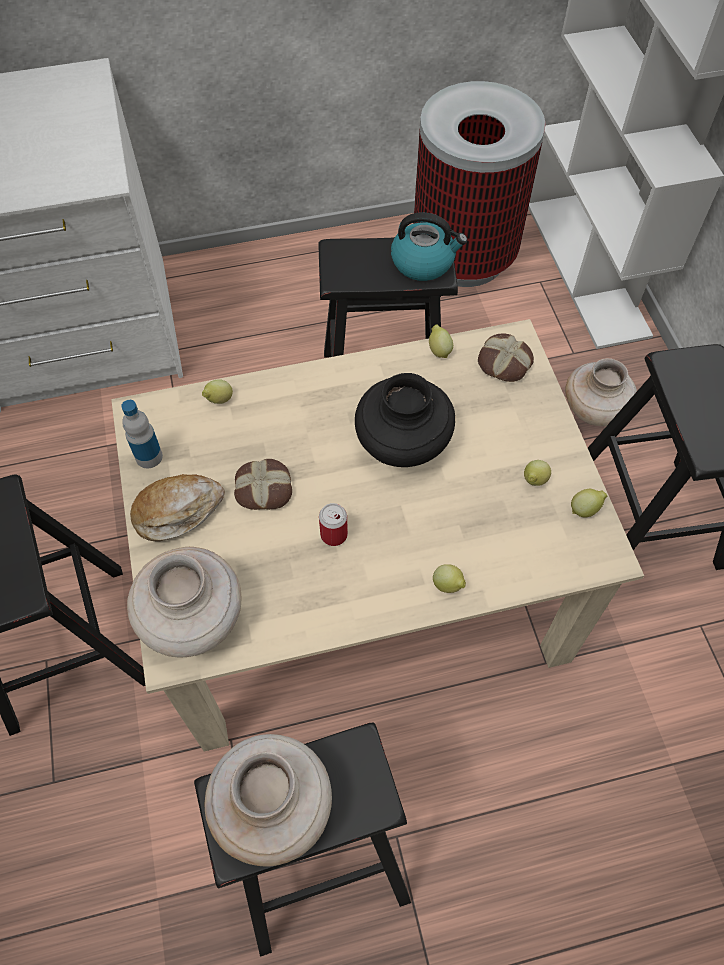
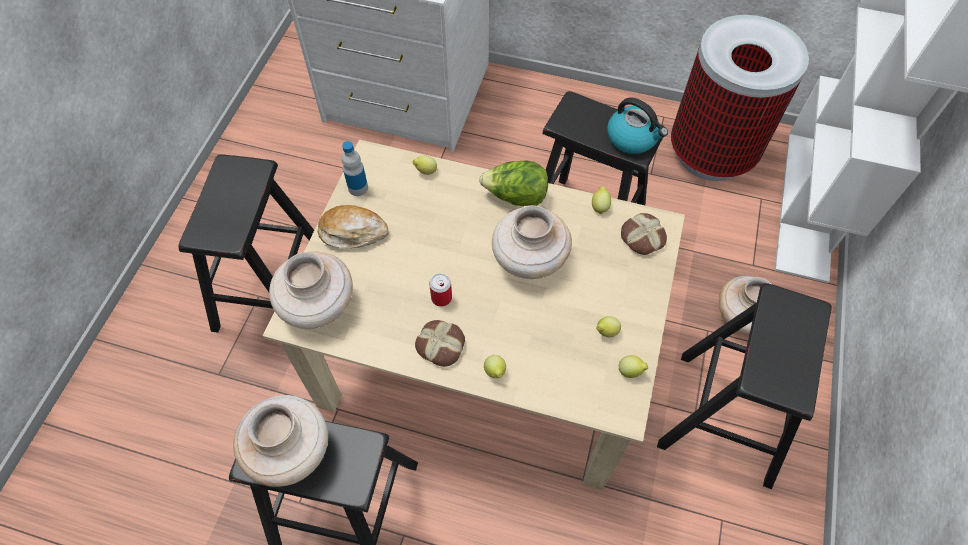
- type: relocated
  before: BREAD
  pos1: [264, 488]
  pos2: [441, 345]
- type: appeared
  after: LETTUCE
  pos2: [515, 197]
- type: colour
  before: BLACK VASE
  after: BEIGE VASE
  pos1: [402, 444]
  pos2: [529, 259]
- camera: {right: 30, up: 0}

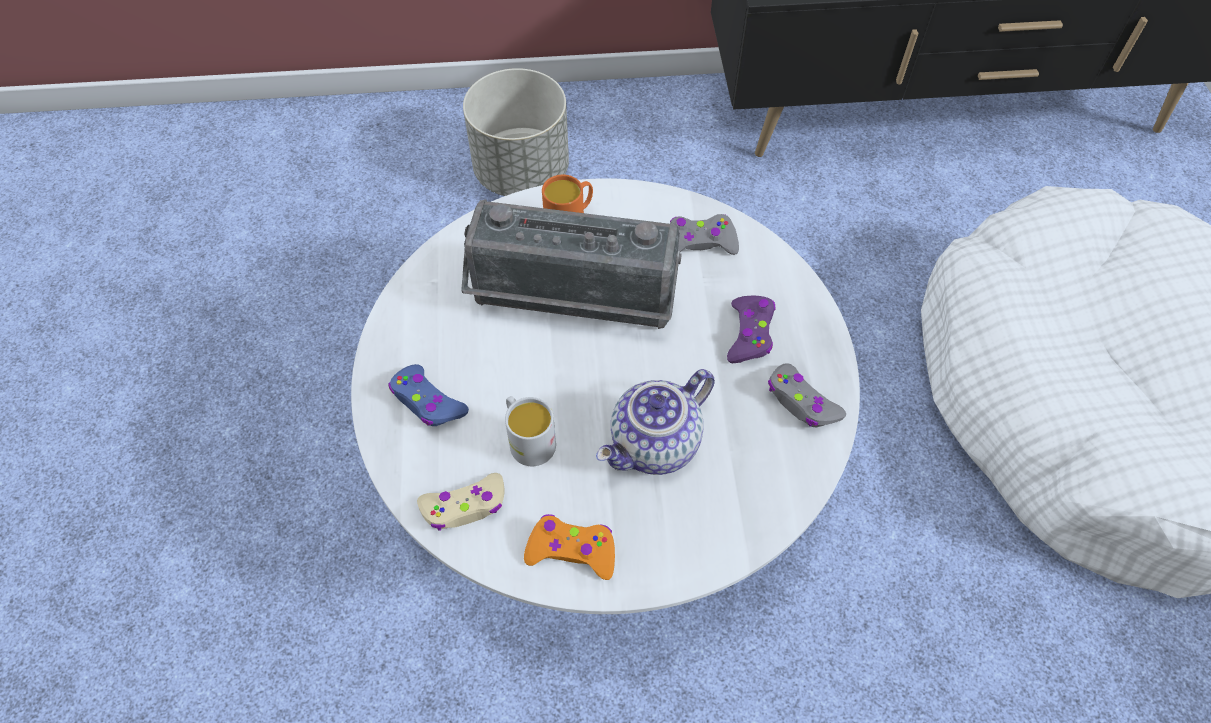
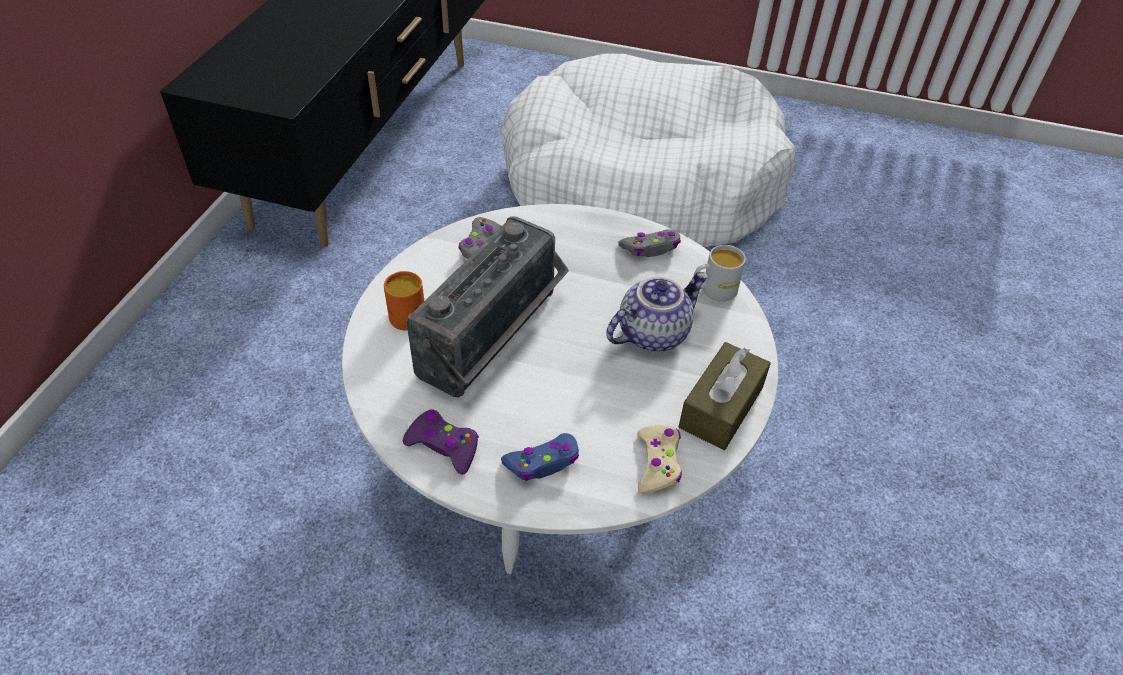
- type: relocated
  before: PURPLE GAME CONTROLLER
  pos1: [750, 334]
  pos2: [443, 446]
- type: spun
  before: TEAPOT
  pos1: [655, 446]
  pos2: [652, 332]
  turn: -105
- type: exchanged
  before: ORANGE GAME CONTROLLER
  after: BROWN TISSUE BOX
  pos1: [572, 551]
  pos2: [721, 407]
- type: relocated
  before: WHITE MUG
  pos1: [528, 440]
  pos2: [713, 291]
- type: missing
  before: GREY PLANTER
  pos1: [522, 172]
- camera: {right: -70, up: -10}

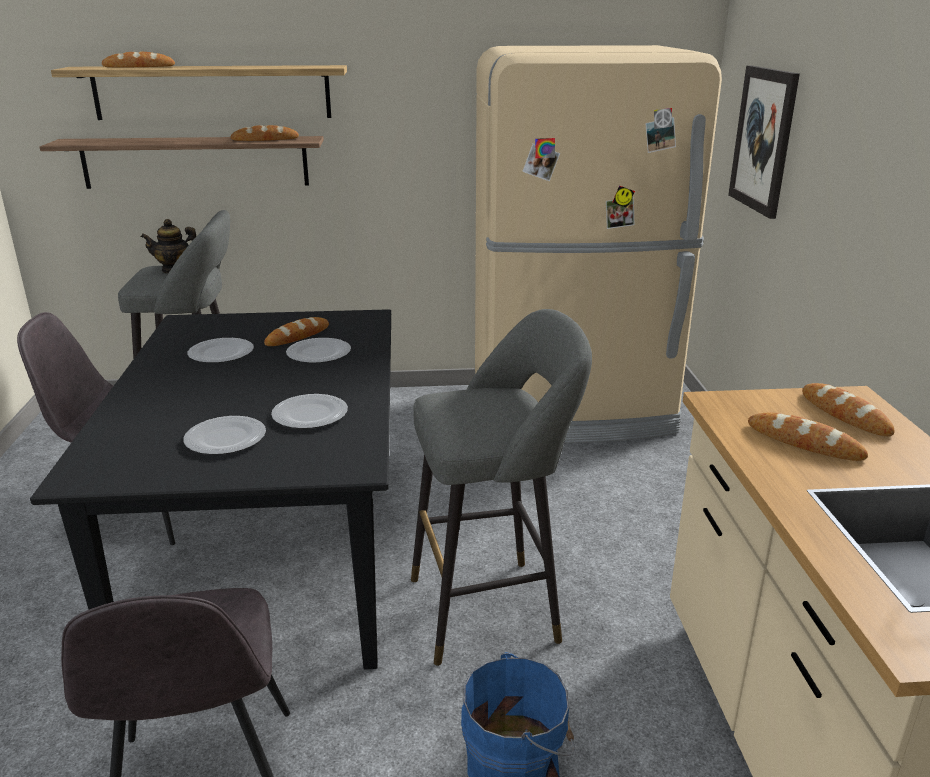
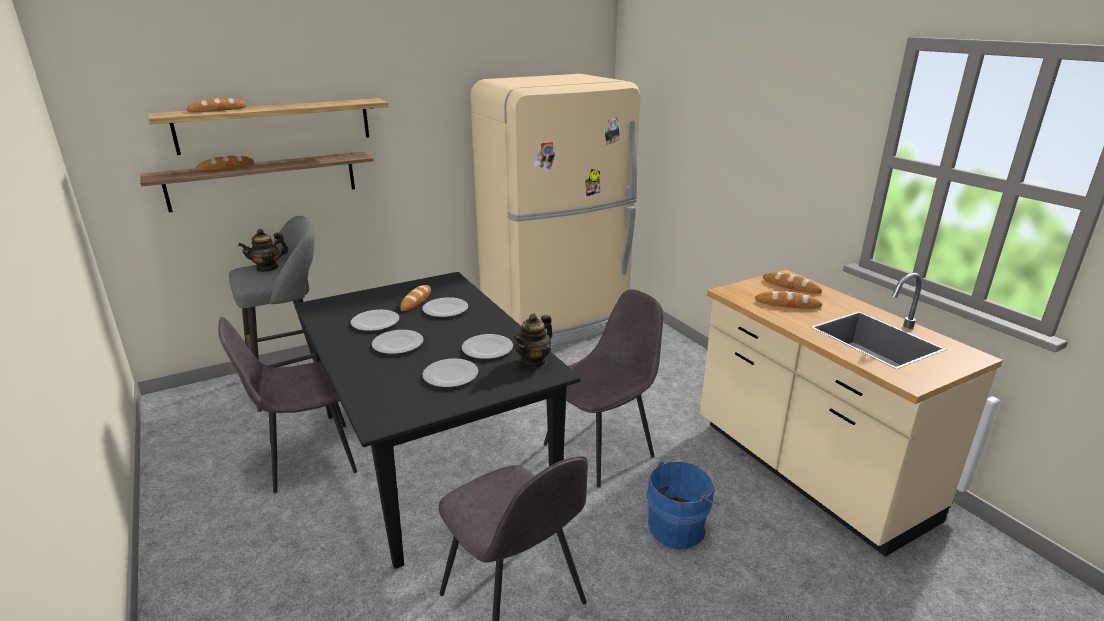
- type: relocated
  before: BREAD
  pos1: [265, 139]
  pos2: [226, 167]
- type: appeared
  after: PLATE
  pos2: [397, 344]
- type: appeared
  after: TEAPOT
  pos2: [534, 361]
- type: exchanged
  before: GREY STOOL
  after: GREY CHAIR
  pos1: [493, 608]
  pos2: [600, 449]
- type: missing
  before: PICTURE
  pos1: [763, 140]
- camera: {right: -25, up: 0}

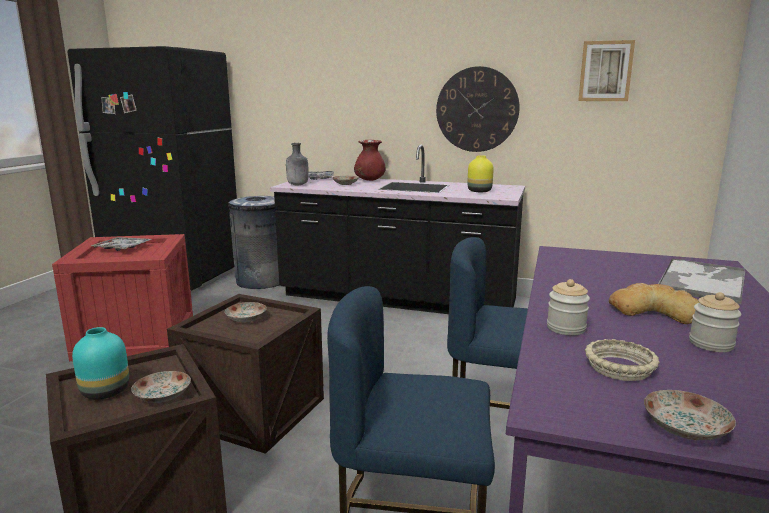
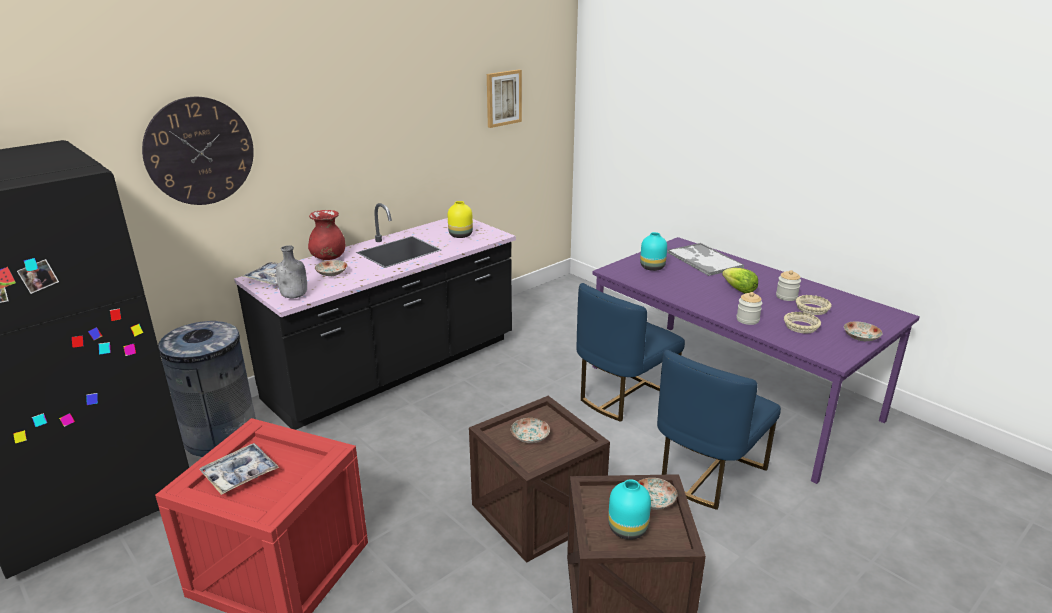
- type: relocated
  before: WALL CLOCK
  pos1: [477, 109]
  pos2: [199, 151]
- type: appeared
  after: TURQUOISE VASE
  pos2: [651, 267]
- type: exchanged
  before: BREAD
  after: LETTUCE
  pos1: [654, 311]
  pos2: [739, 290]
- type: appeared
  after: BEIGE BOWL
  pos2: [812, 309]
- camera: {right: -60, up: 10}

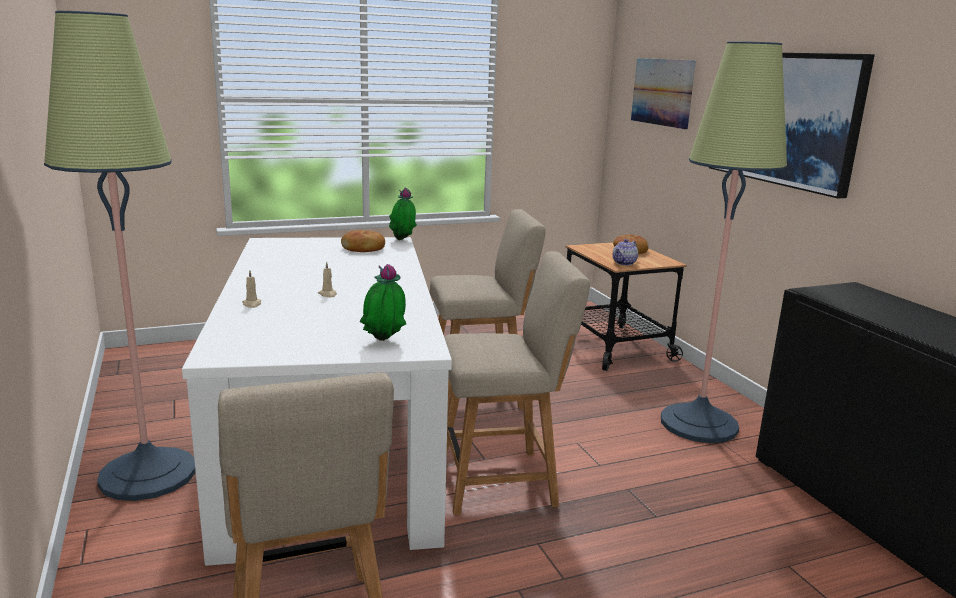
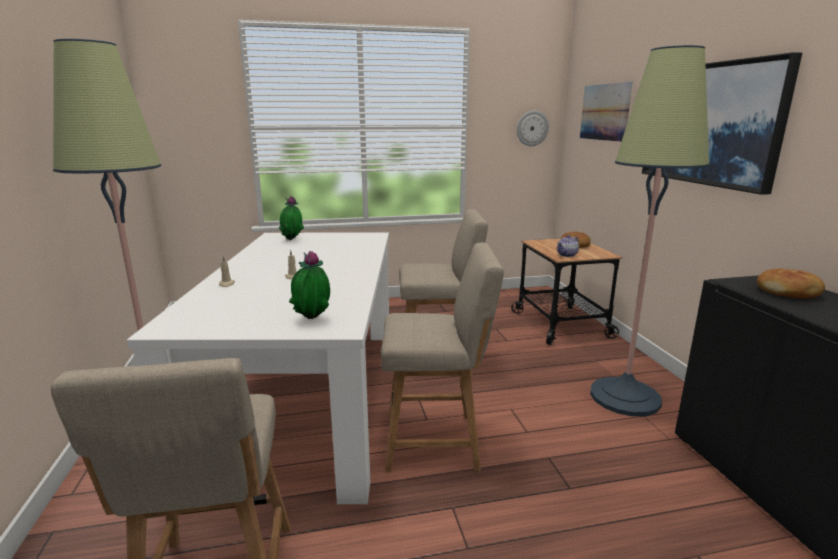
- type: relocated
  before: POTTED PLANT
  pos1: [403, 240]
  pos2: [292, 240]
- type: appeared
  after: WALL CLOCK
  pos2: [532, 128]
- type: relocated
  before: BREAD
  pos1: [363, 249]
  pos2: [789, 292]
- camera: {right: 10, up: 0}

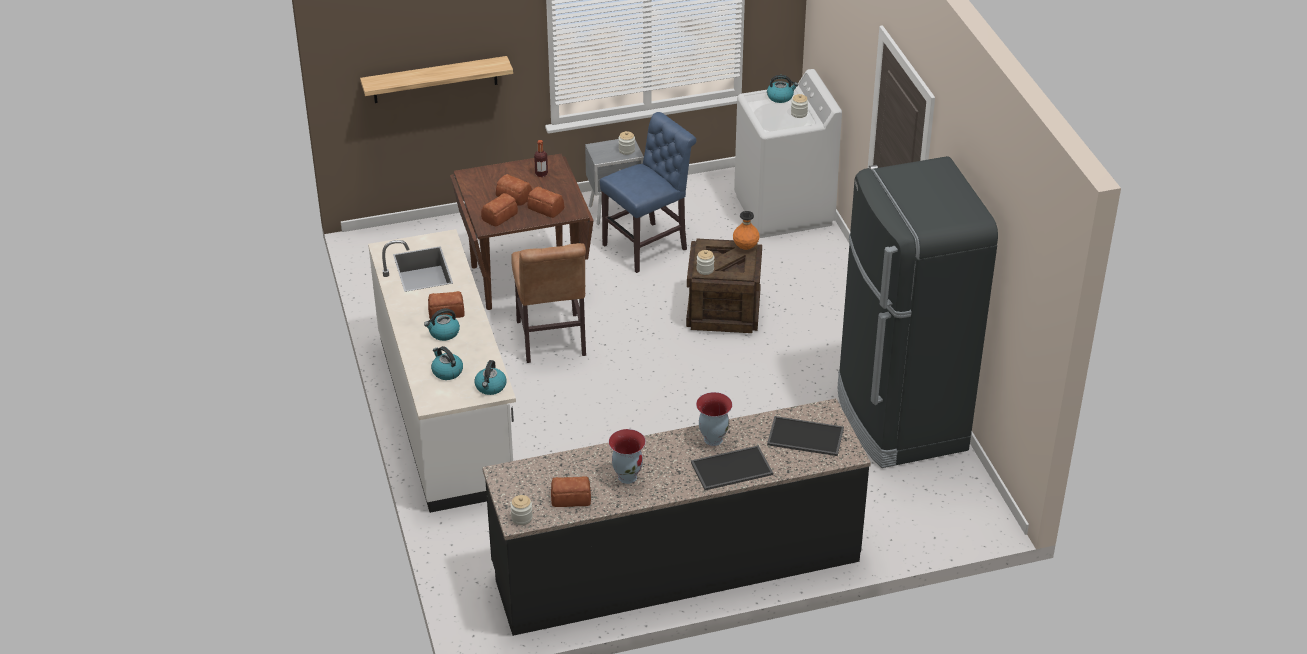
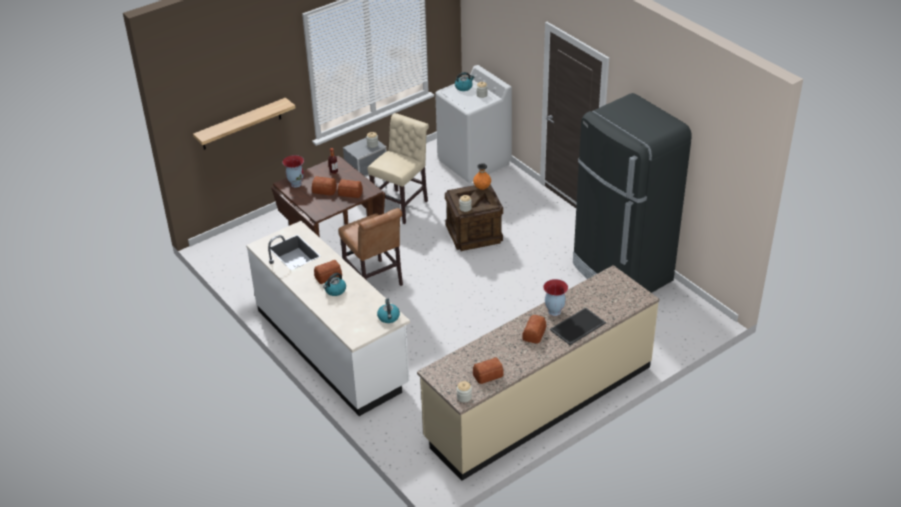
- type: relocated
  before: VASE
  pos1: [627, 476]
  pos2: [296, 184]
- type: colour
  before: BLUE CHAIR
  after: BEIGE CHAIR
  pos1: [648, 246]
  pos2: [402, 205]
- type: colour
  before: BLACK COUNTER
  after: BEIGE COUNTER
  pos1: [675, 564]
  pos2: [539, 402]
- type: relocated
  before: BREAD
  pos1: [500, 216]
  pos2: [534, 333]
- type: missing
  before: KETTLE
  pos1: [447, 371]
- type: missing
  before: TRAY
  pos1: [804, 437]
- camera: {right: -20, up: 0}

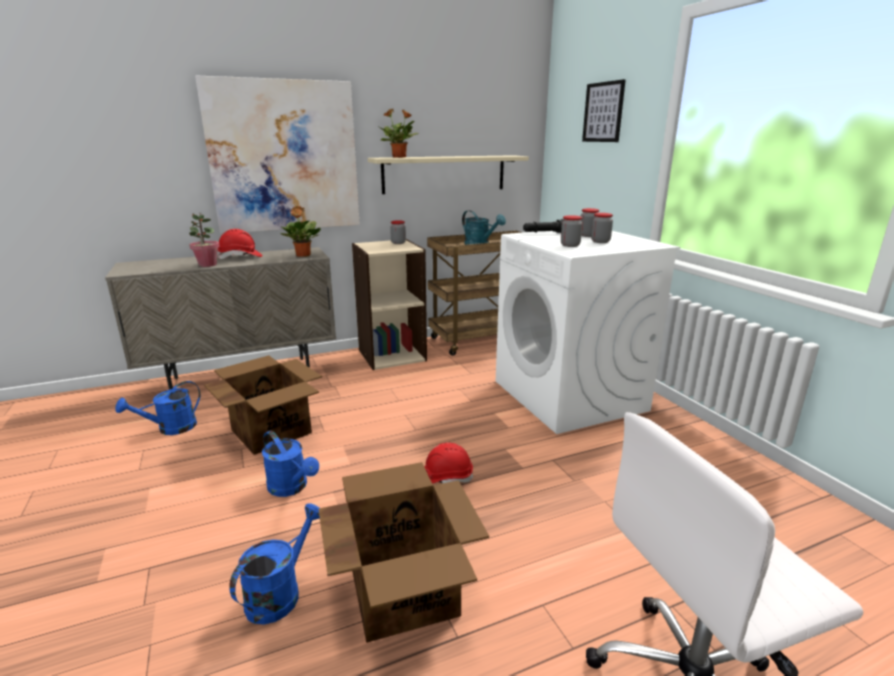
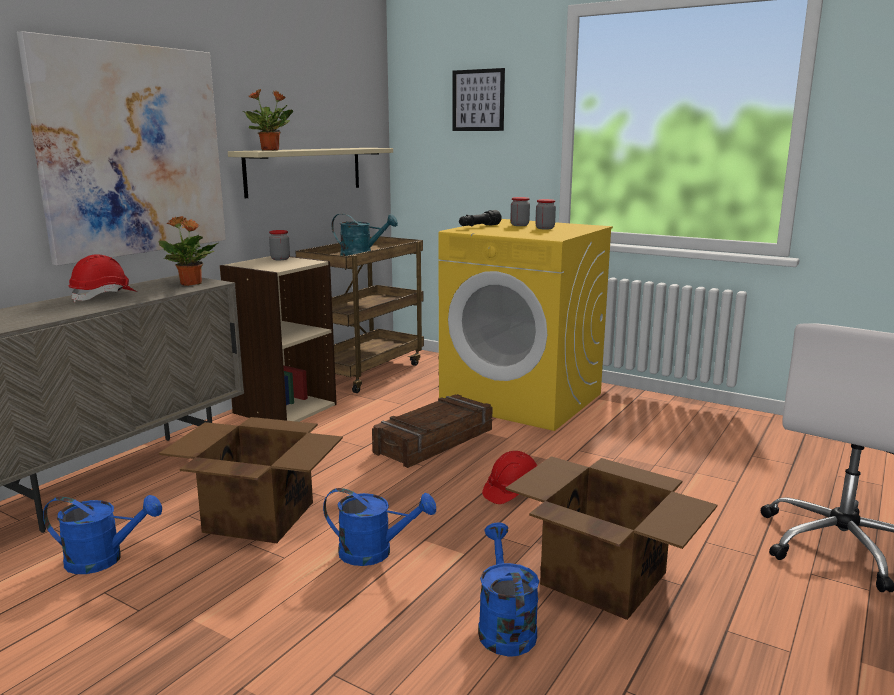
- type: spun
  before: BLUE WATERING CAN
  pos1: [170, 429]
  pos2: [104, 559]
  turn: -105
- type: appeared
  after: CRATE
  pos2: [433, 441]
- type: colour
  before: WHITE WASHING MACHINE
  after: YELLOW WASHING MACHINE
  pos1: [570, 396]
  pos2: [523, 399]
- type: missing
  before: POTTED PLANT
  pos1: [207, 265]
- type: missing
  before: JAR
  pos1: [570, 245]
- camera: {right: -35, up: -5}

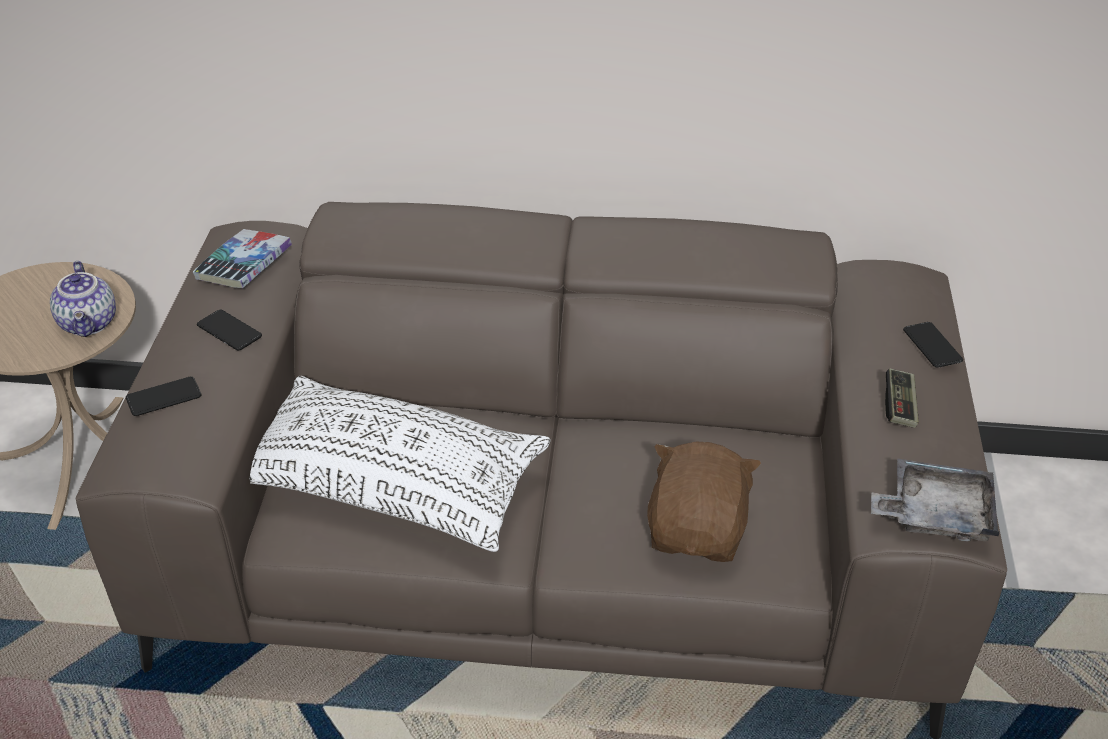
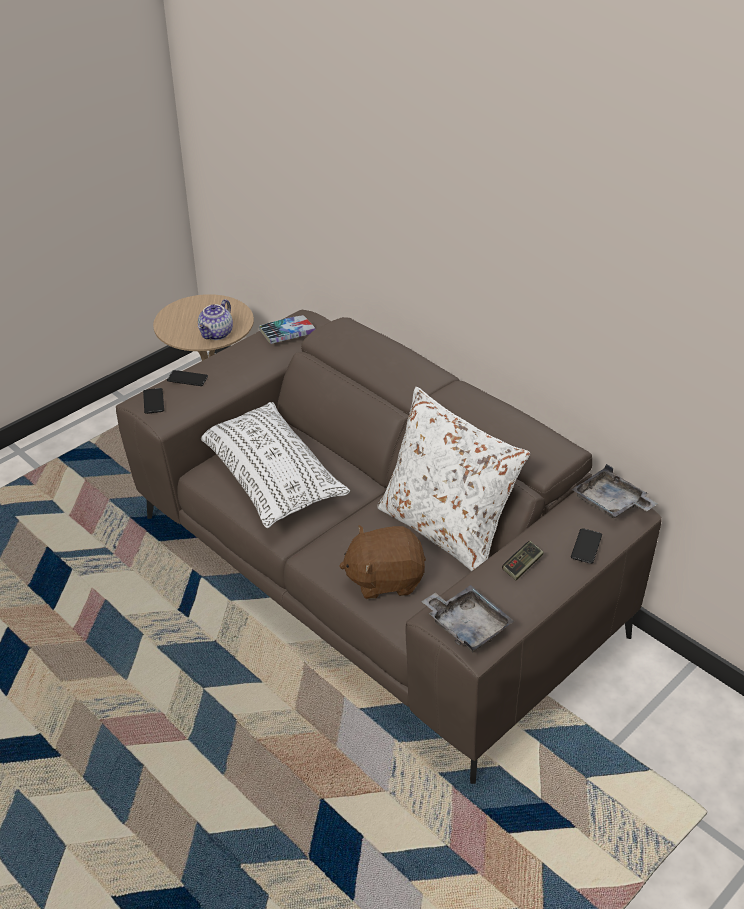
- type: relocated
  before: PHONE
  pos1: [229, 331]
  pos2: [153, 401]
- type: spun
  before: BROWN PLUSH TOY
  pos1: [698, 532]
  pos2: [384, 579]
  turn: -150
- type: appeared
  after: WHITE PILLOW
  pos2: [445, 530]
- type: appeared
  after: GREY TRAY
  pos2: [611, 503]
- camera: {right: 40, up: 0}

